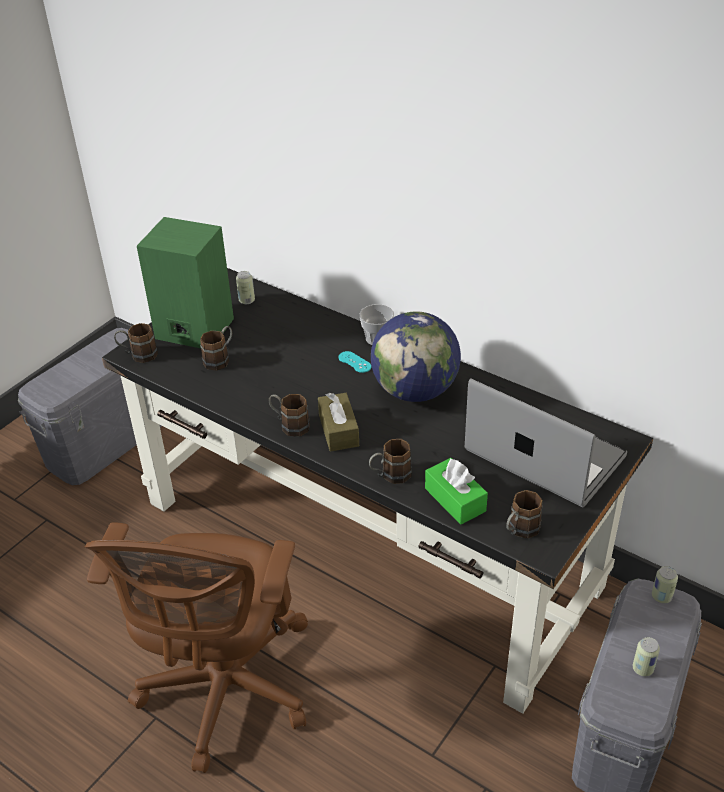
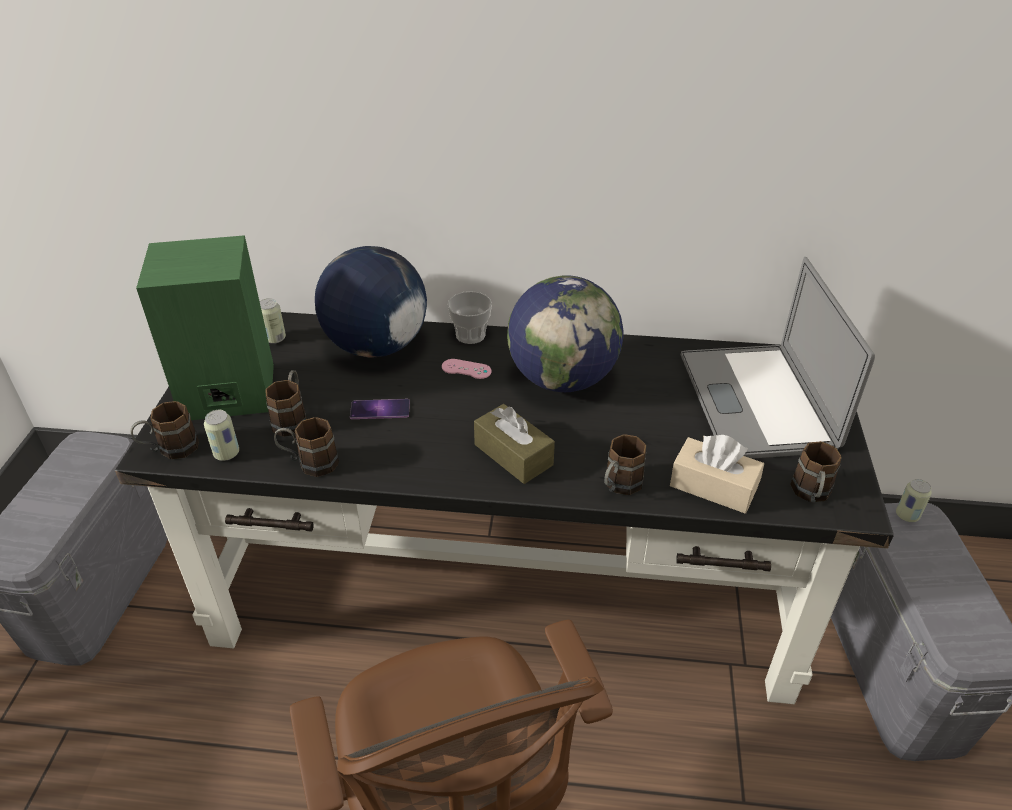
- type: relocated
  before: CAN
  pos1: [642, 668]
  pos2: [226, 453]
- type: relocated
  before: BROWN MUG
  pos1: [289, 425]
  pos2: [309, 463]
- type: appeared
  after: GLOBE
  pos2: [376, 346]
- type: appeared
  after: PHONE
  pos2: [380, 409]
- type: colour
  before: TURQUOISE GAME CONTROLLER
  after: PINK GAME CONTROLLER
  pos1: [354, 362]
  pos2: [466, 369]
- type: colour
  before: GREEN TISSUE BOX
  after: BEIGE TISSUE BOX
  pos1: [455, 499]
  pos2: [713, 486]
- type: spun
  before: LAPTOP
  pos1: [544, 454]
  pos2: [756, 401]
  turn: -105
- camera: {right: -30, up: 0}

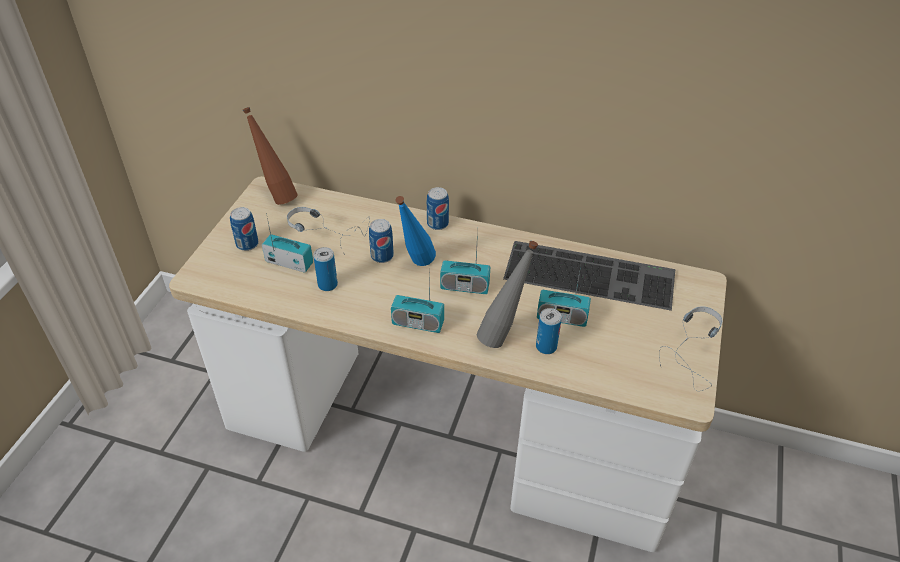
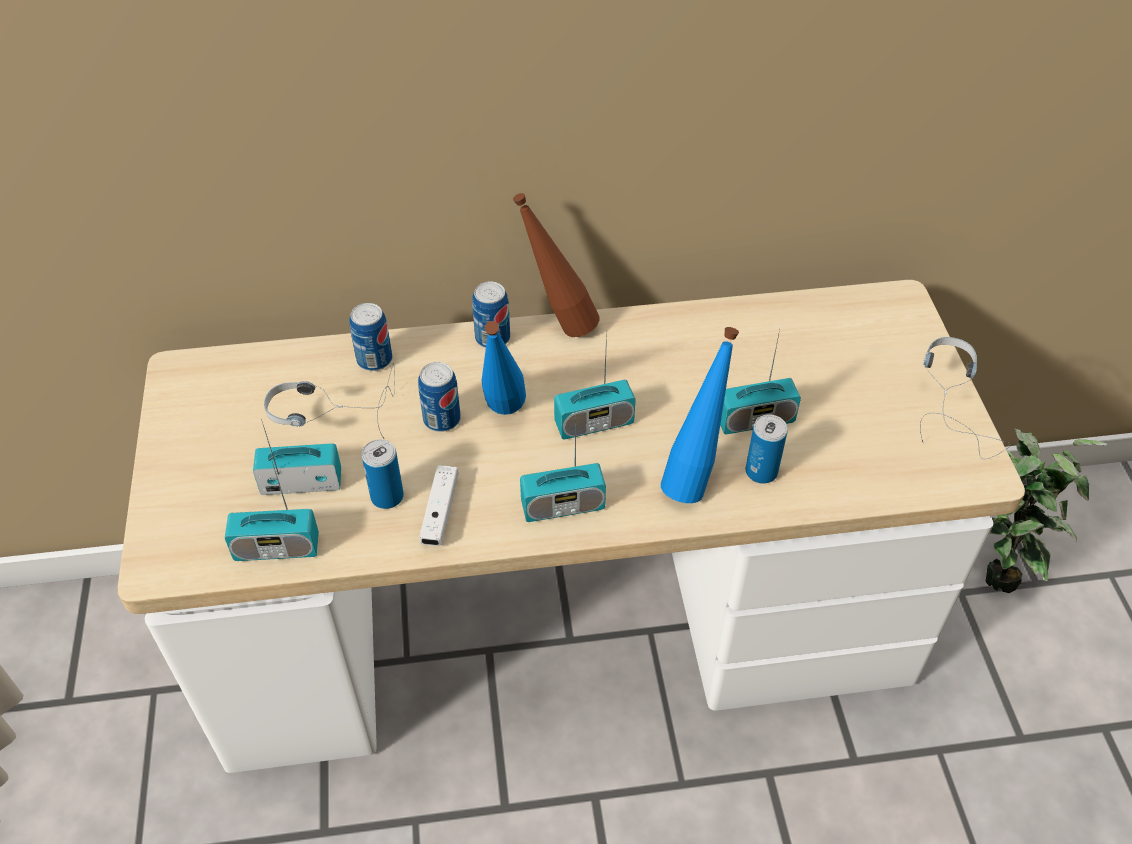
- type: appeared
  after: RADIO
  pos2: [277, 548]
- type: relocated
  before: CAN
  pos1: [247, 244]
  pos2: [374, 360]
- type: appeared
  after: WHITE GAME CONTROLLER
  pos2: [440, 512]
- type: relocated
  before: BROWN BOTTLE
  pos1: [277, 196]
  pos2: [558, 325]
- type: colour
  before: GREY BOTTLE
  after: BLUE BOTTLE
  pos1: [503, 335]
  pos2: [694, 477]
- type: appeared
  after: POTTED PLANT
  pos2: [997, 564]
- type: missing
  before: KEYBOARD
  pos1: [591, 274]
- camera: {right: -25, up: 5}

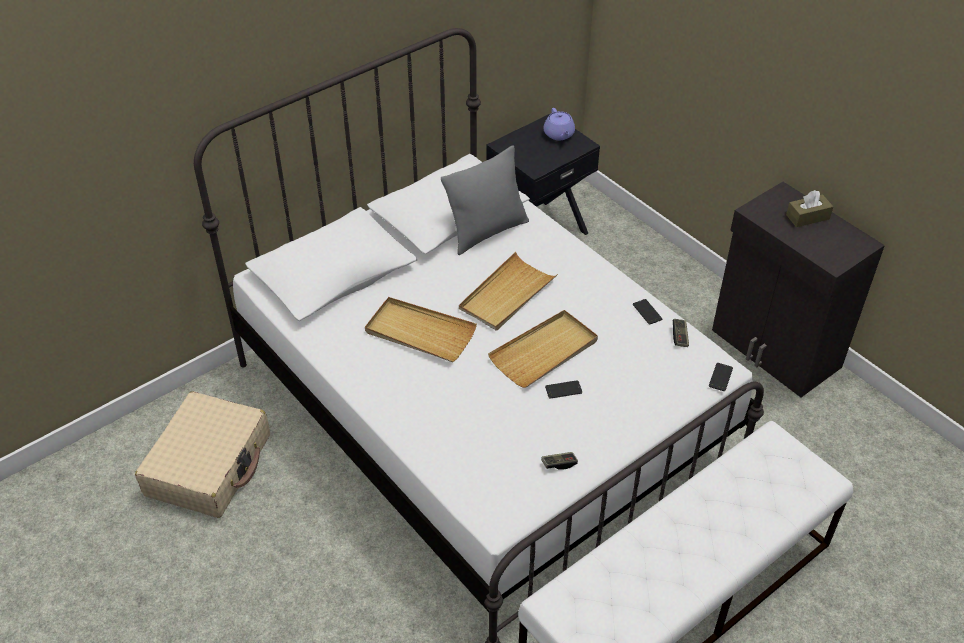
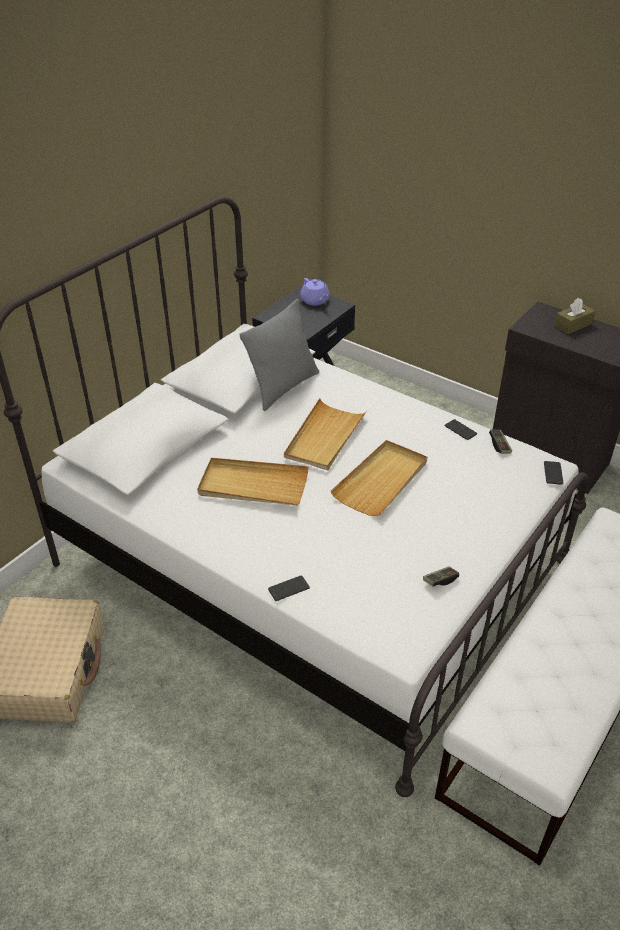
- type: relocated
  before: PHONE
  pos1: [563, 390]
  pos2: [288, 588]
- camera: {right: -15, up: -5}

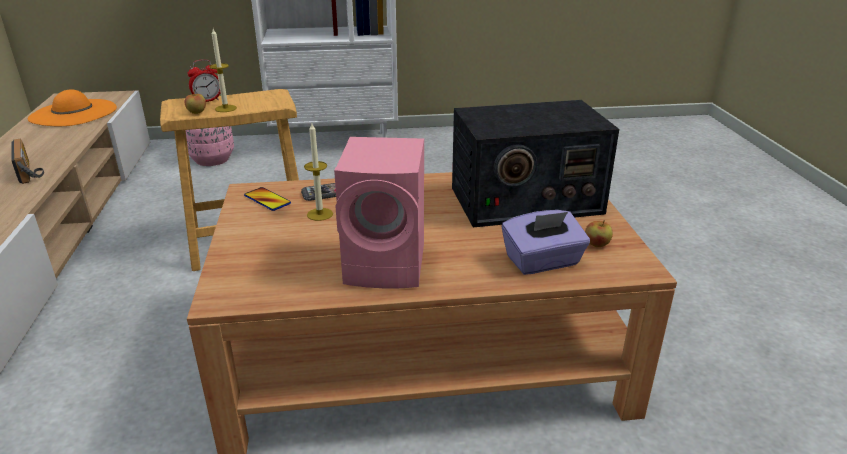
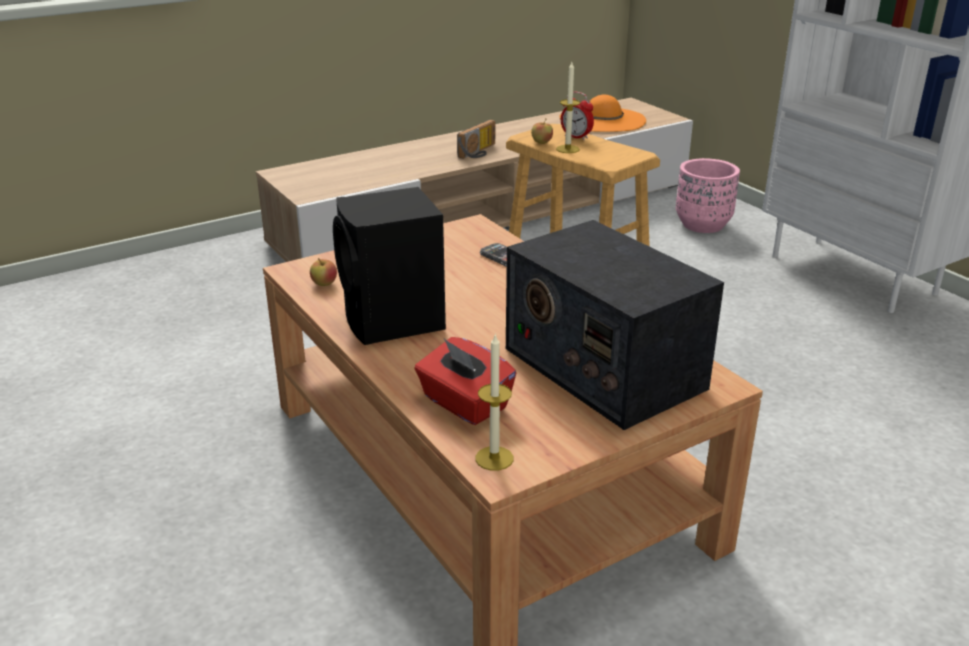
- type: relocated
  before: APPLE
  pos1: [597, 244]
  pos2: [324, 284]
- type: colour
  before: PINK SPEAKER
  after: BLACK SPEAKER
  pos1: [389, 265]
  pos2: [394, 322]
- type: colour
  before: PURPLE TISSUE BOX
  after: RED TISSUE BOX
  pos1: [542, 262]
  pos2: [464, 403]
- type: relocated
  before: CANDLE
  pos1: [320, 214]
  pos2: [494, 458]
- type: missing
  before: PHONE
  pos1: [267, 200]
- camera: {right: 65, up: 0}

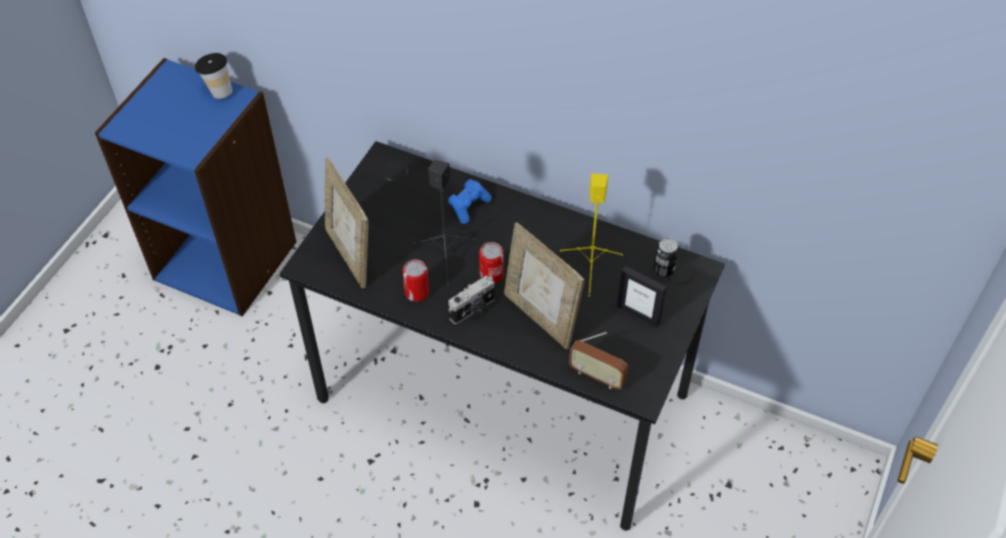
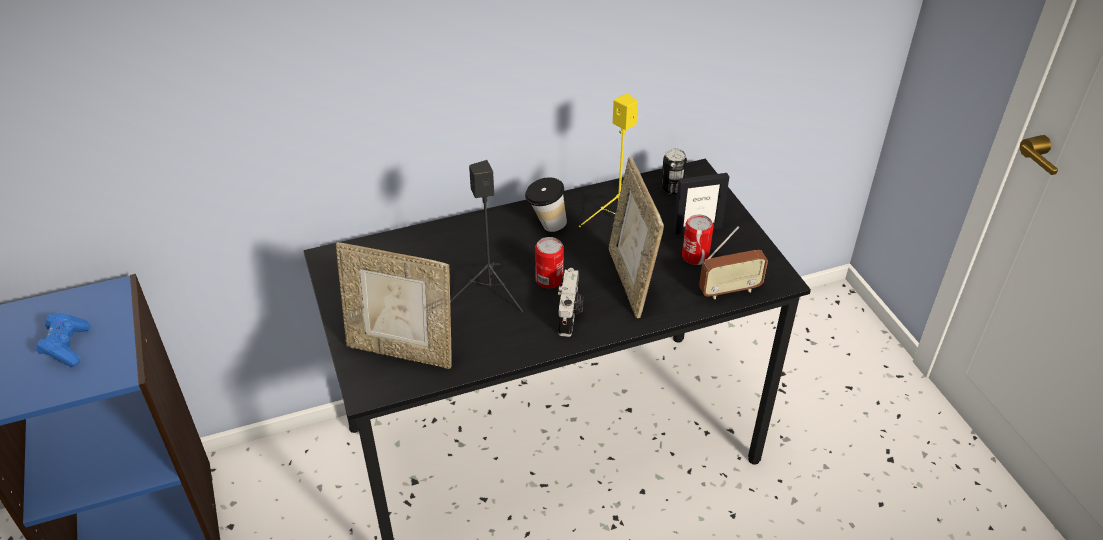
- type: relocated
  before: BLUE GAME CONTROLLER
  pos1: [468, 206]
  pos2: [67, 347]
- type: relocated
  before: CUP
  pos1: [218, 91]
  pos2: [546, 226]
- type: spun
  before: PICTURE FRAME
  pos1: [540, 317]
  pos2: [630, 281]
  turn: 75
- type: relocated
  before: CAN
  pos1: [417, 292]
  pos2: [695, 256]
- camera: {right: -45, up: -10}

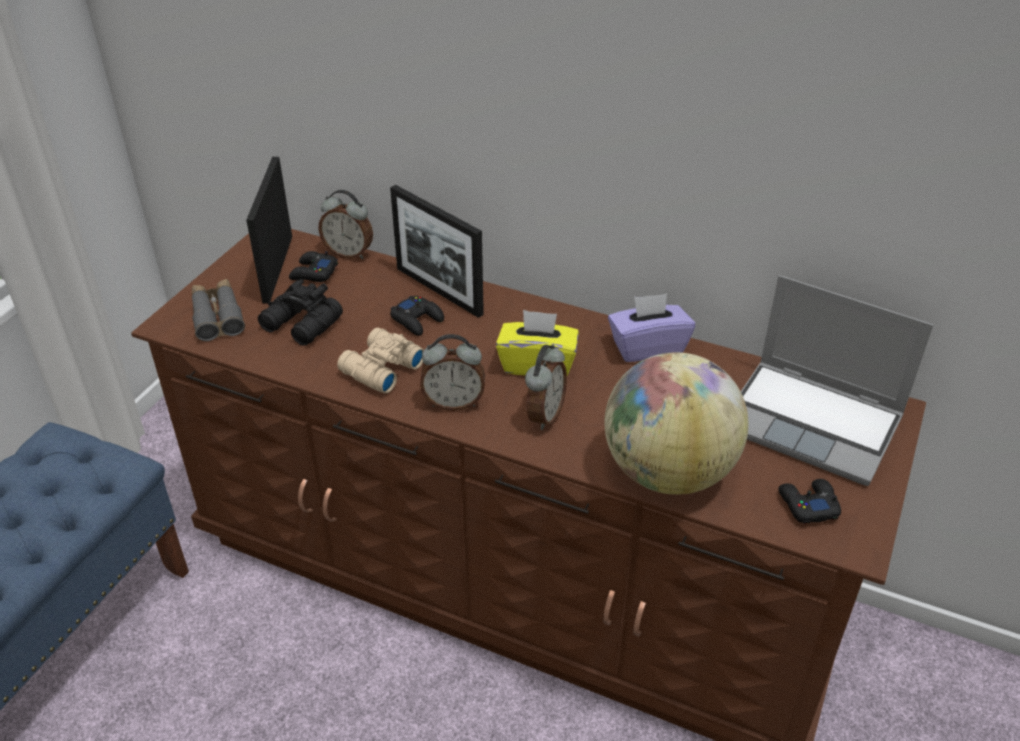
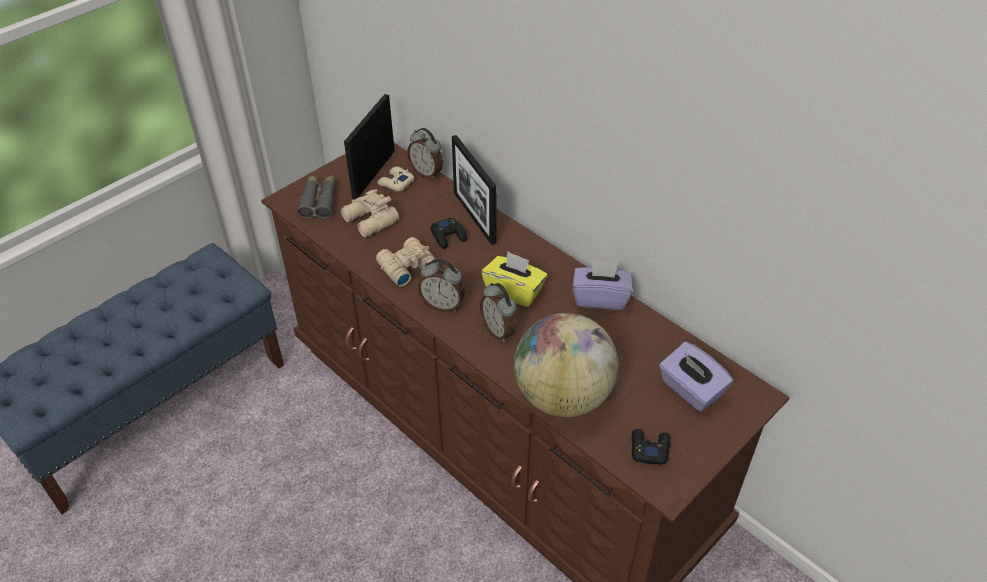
- type: colour
  before: BLACK BINOCULARS
  after: BEIGE BINOCULARS
  pos1: [302, 325]
  pos2: [370, 221]
- type: colour
  before: BLACK GAME CONTROLLER
  after: BEIGE GAME CONTROLLER
  pos1: [313, 273]
  pos2: [395, 183]
- type: spun
  before: ALARM CLOCK
  pos1: [544, 415]
  pos2: [499, 331]
  turn: 105
- type: exchanged
  before: LAPTOP
  after: PURPLE TISSUE BOX
  pos1: [814, 423]
  pos2: [690, 390]
- camera: {right: 20, up: 5}

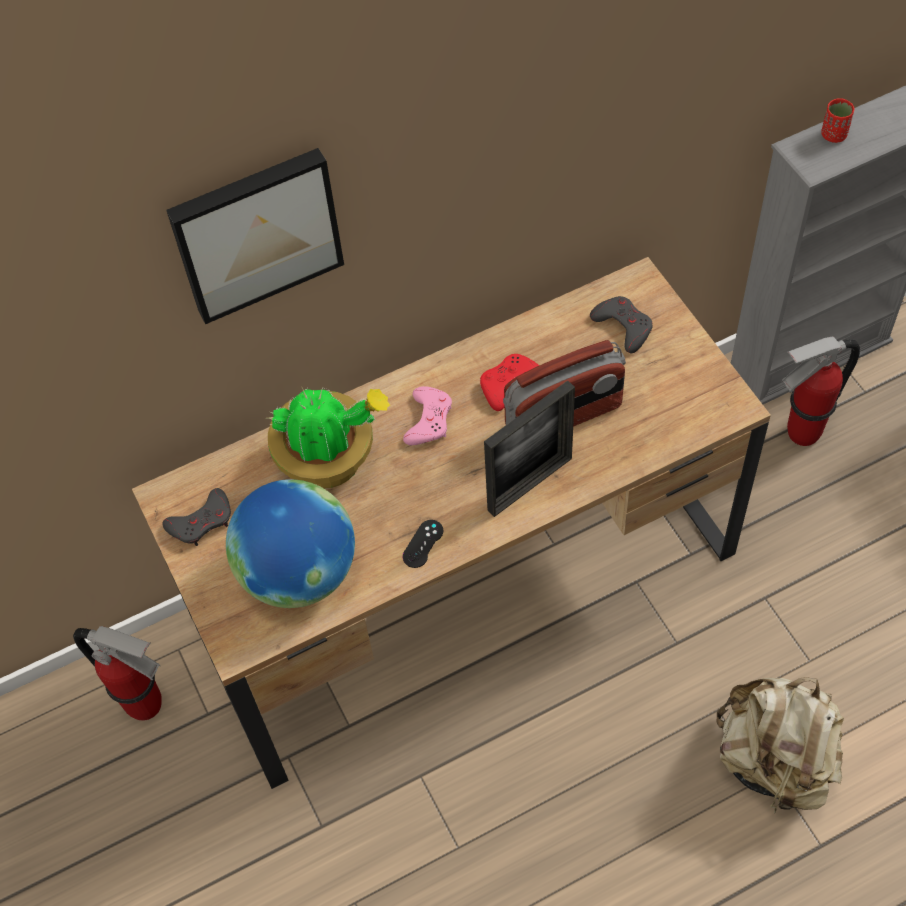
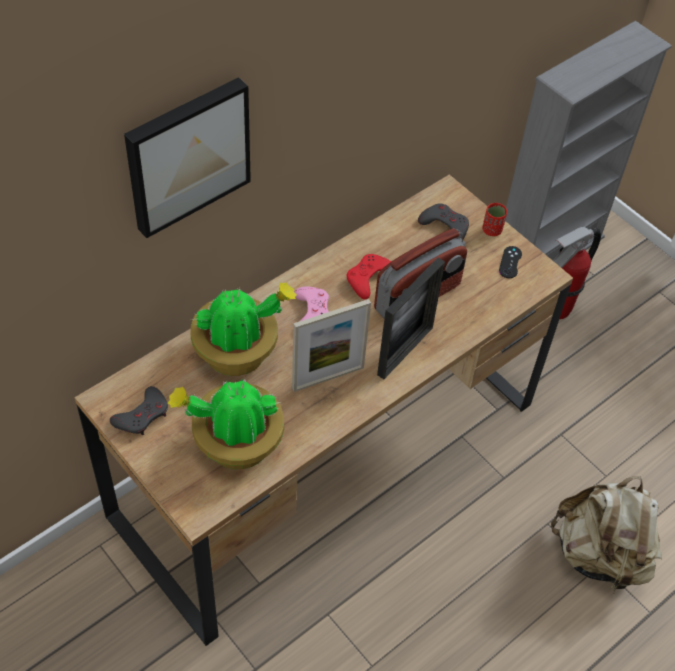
- type: exchanged
  before: GLOBE
  after: POTTED PLANT
  pos1: [298, 573]
  pos2: [235, 445]
- type: appeared
  after: PICTURE FRAME
  pos2: [328, 378]
- type: relocated
  before: RED CUP
  pos1: [834, 135]
  pos2: [492, 230]
- type: relocated
  before: BLACK GAME CONTROLLER
  pos1: [423, 544]
  pos2: [510, 262]
- type: missing
  before: FIRE EXTINGUISHER
  pos1: [146, 705]
- camera: {right: -20, up: -5}

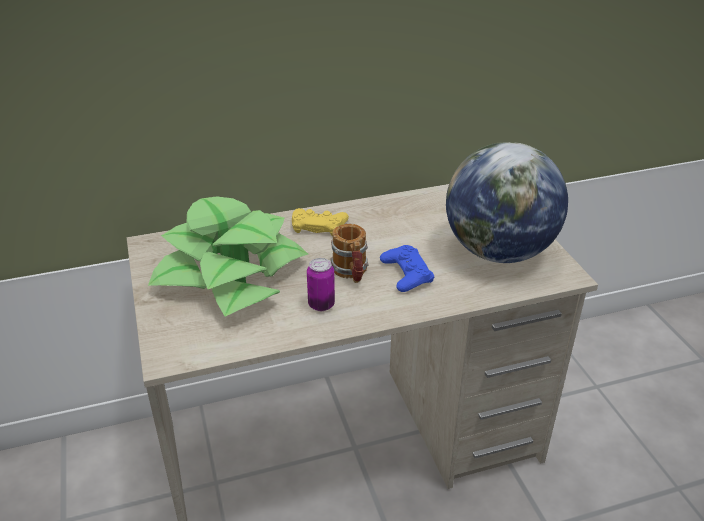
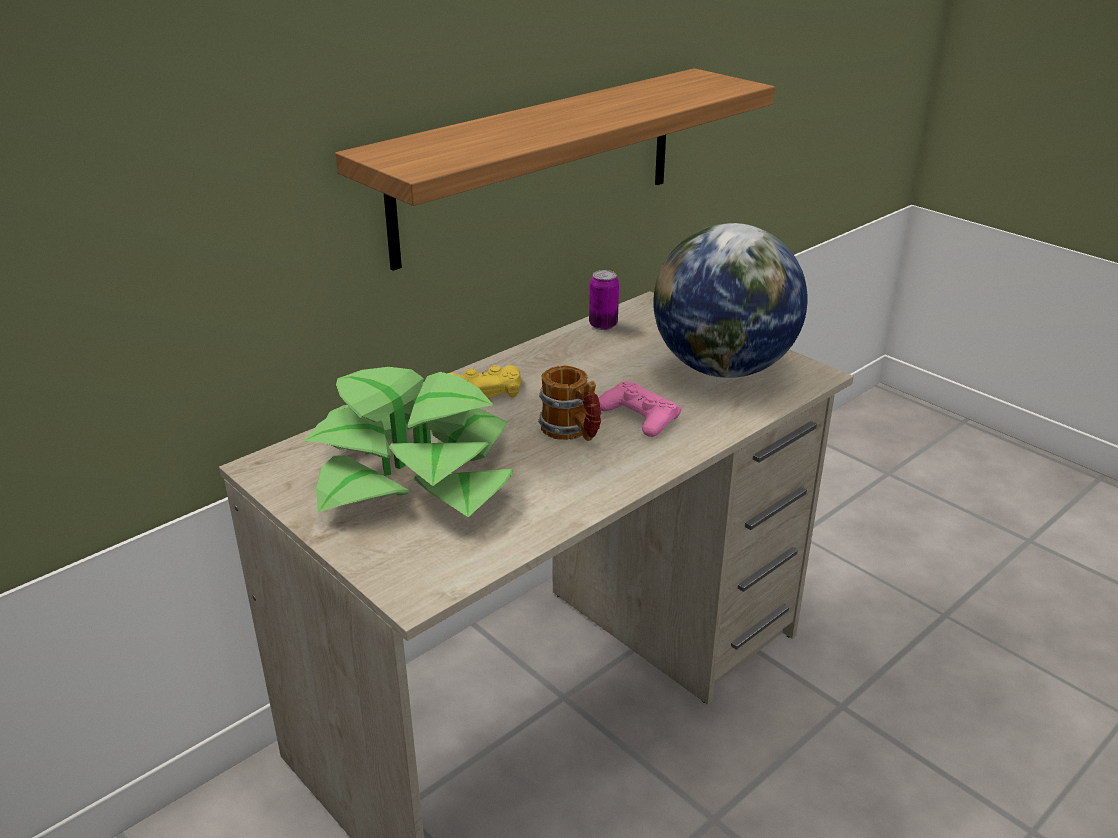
- type: appeared
  after: SHELF
  pos2: [538, 164]
- type: relocated
  before: CAN
  pos1: [321, 305]
  pos2: [603, 325]
- type: colour
  before: BLUE GAME CONTROLLER
  after: PINK GAME CONTROLLER
  pos1: [406, 273]
  pos2: [639, 416]
- camera: {right: -25, up: -5}

